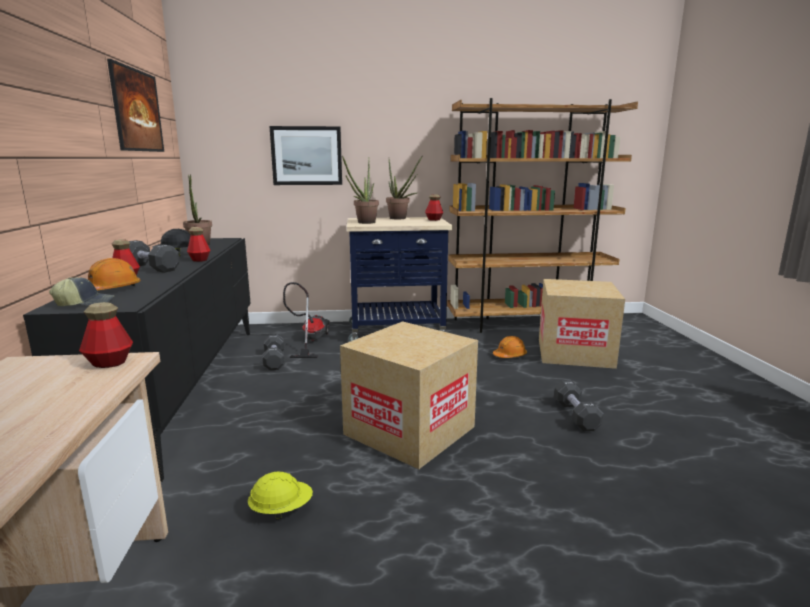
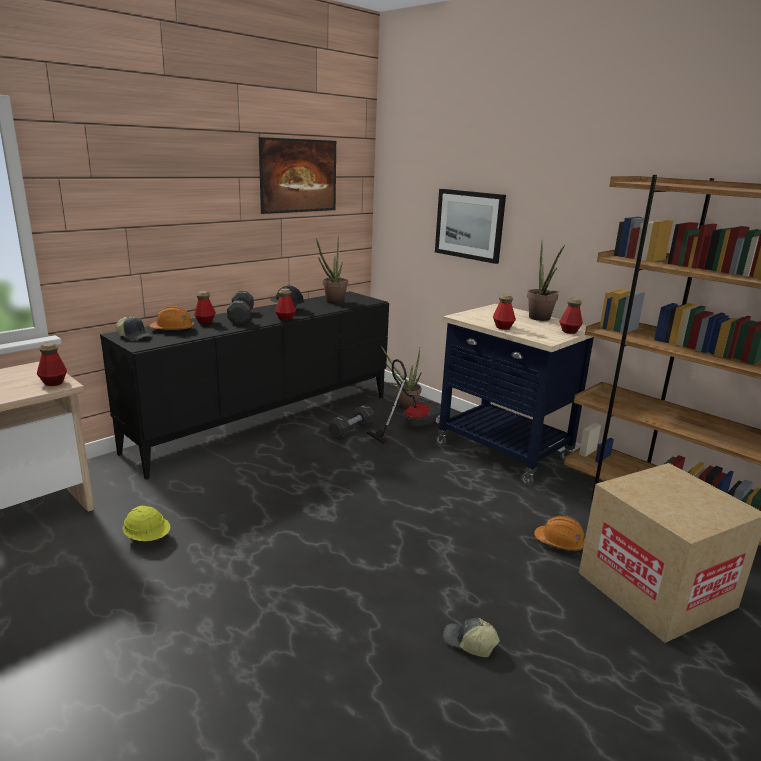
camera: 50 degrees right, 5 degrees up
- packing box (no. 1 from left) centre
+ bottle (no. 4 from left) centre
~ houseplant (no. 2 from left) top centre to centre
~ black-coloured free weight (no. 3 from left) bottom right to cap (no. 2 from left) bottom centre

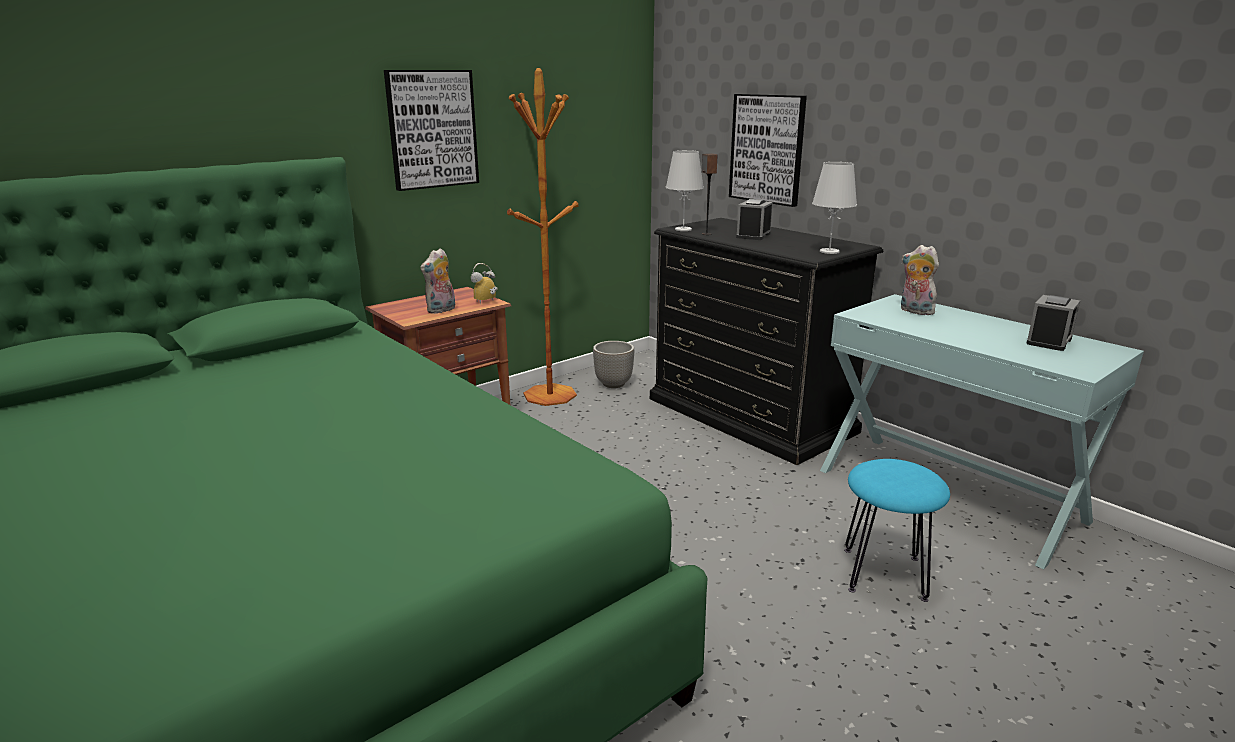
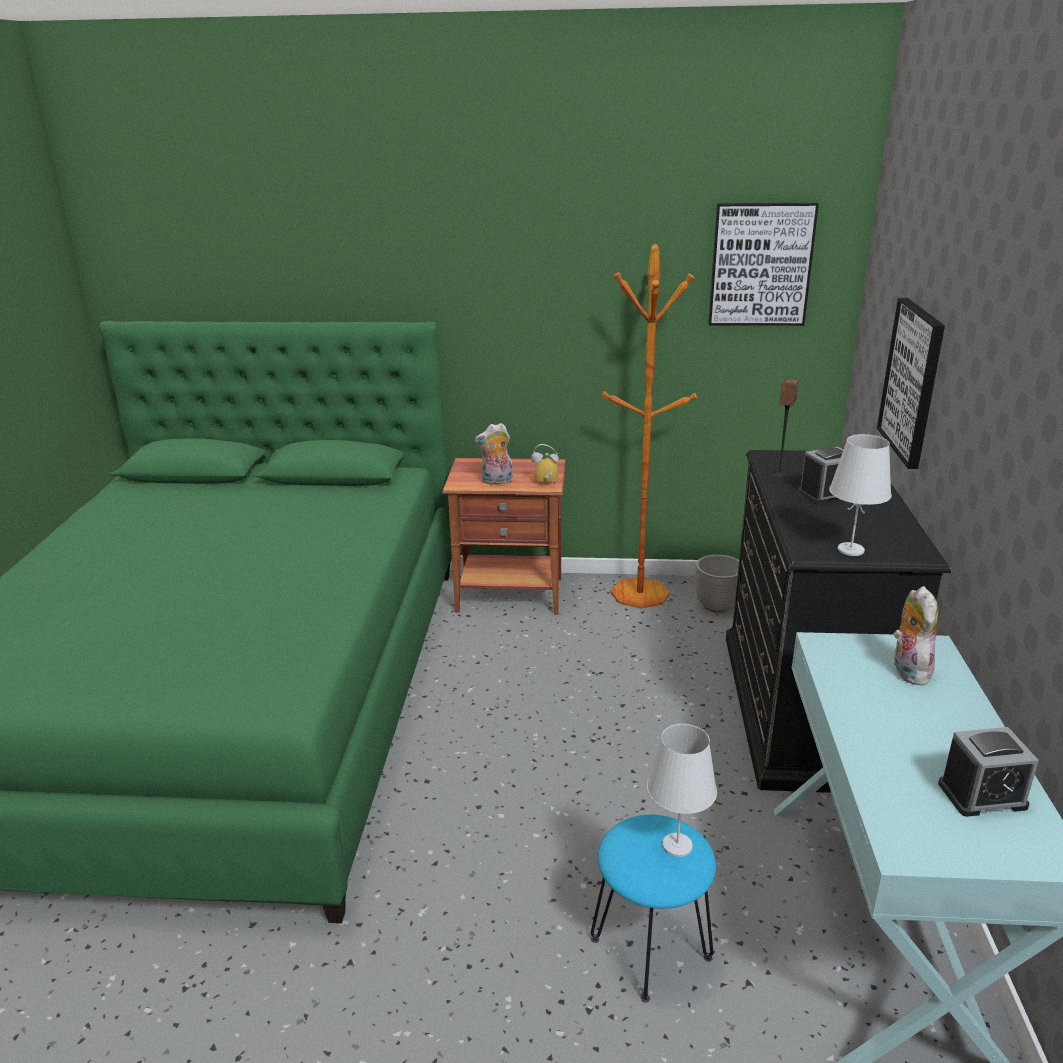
camera: 45 degrees right, 5 degrees up
~ wall picture (no. 1 from left) top centre to top right
~ white tabletop lamp (no. 1 from left) top centre to bottom centre

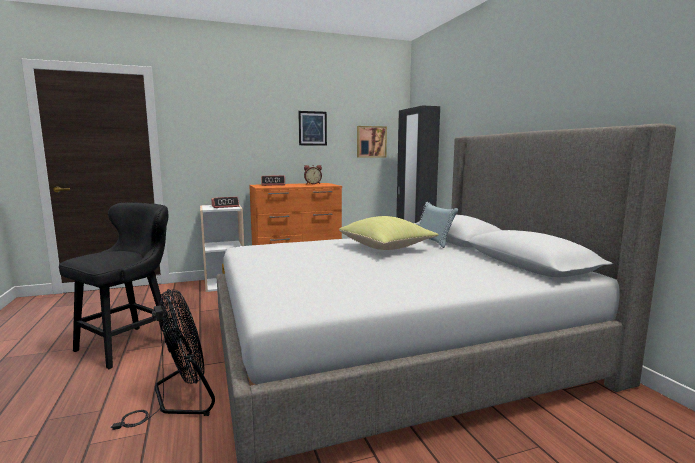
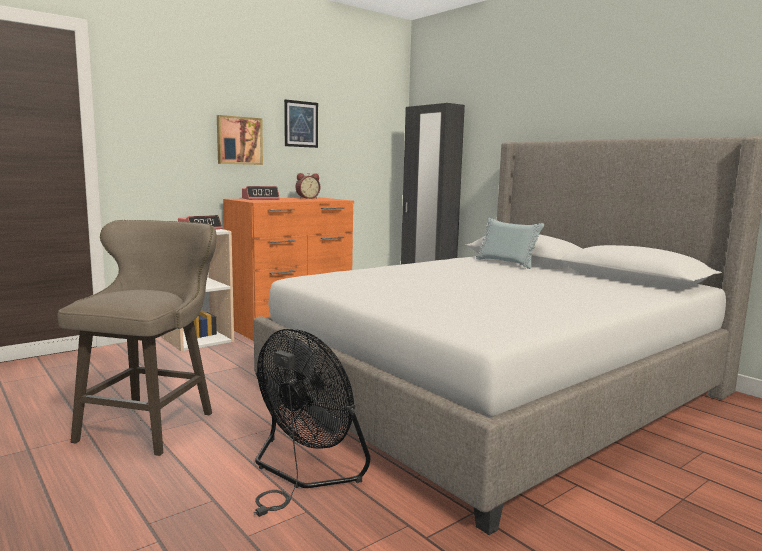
camera: 20 degrees left, 0 degrees up
- yellow-coloured throw pillow centre
~ wall picture (no. 2 from left in the first image) top centre to wall picture (no. 1 from left) top left
~ black-coloured sitting stool middle left to sand-coloured sitting stool middle left

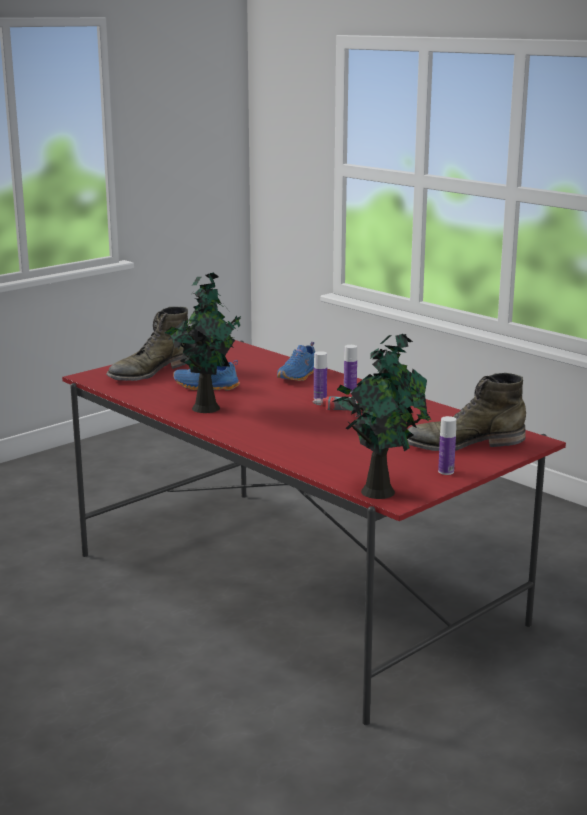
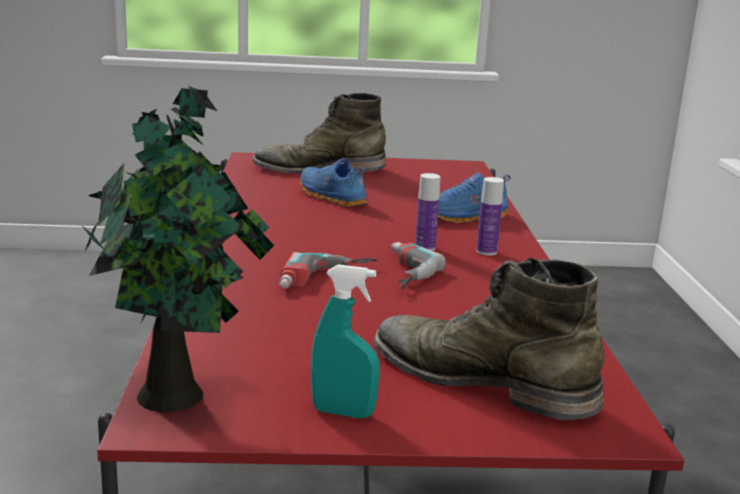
camera: 40 degrees right, 0 degrees up
- houseplant (no. 1 from left) centre
+ drill (no. 1 from left) centre
~ bottle (no. 3 from left) middle right to turquoise spray bottle bottom centre

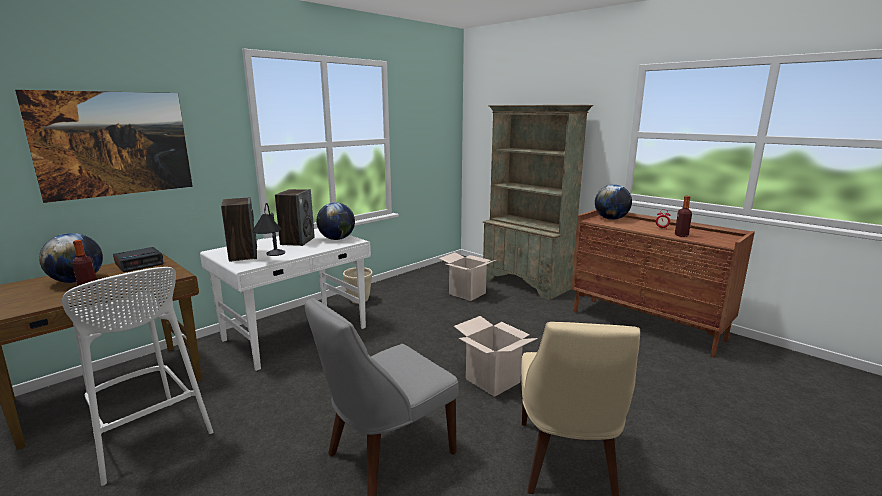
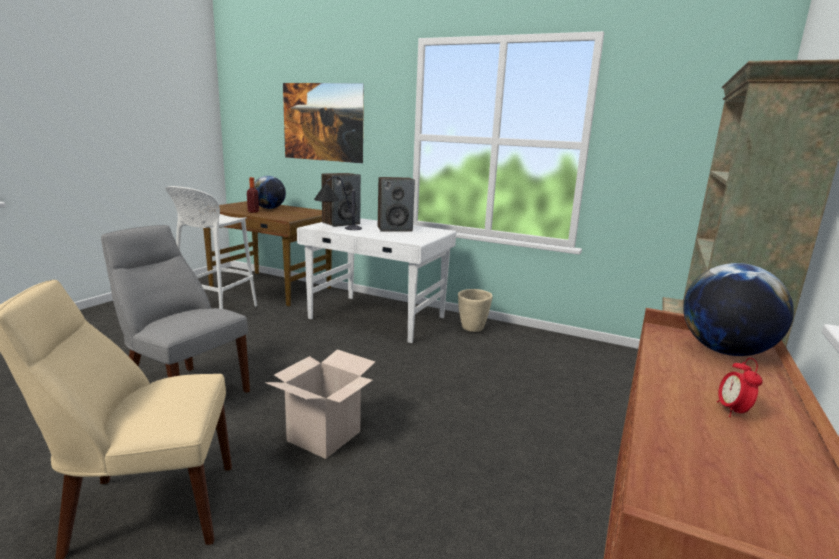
camera: 70 degrees right, 0 degrees up
- bedside clock (no. 1 from left) middle left
- globe (no. 2 from left) centre
- packing box (no. 1 from left) centre
- bottle (no. 2 from left) middle right

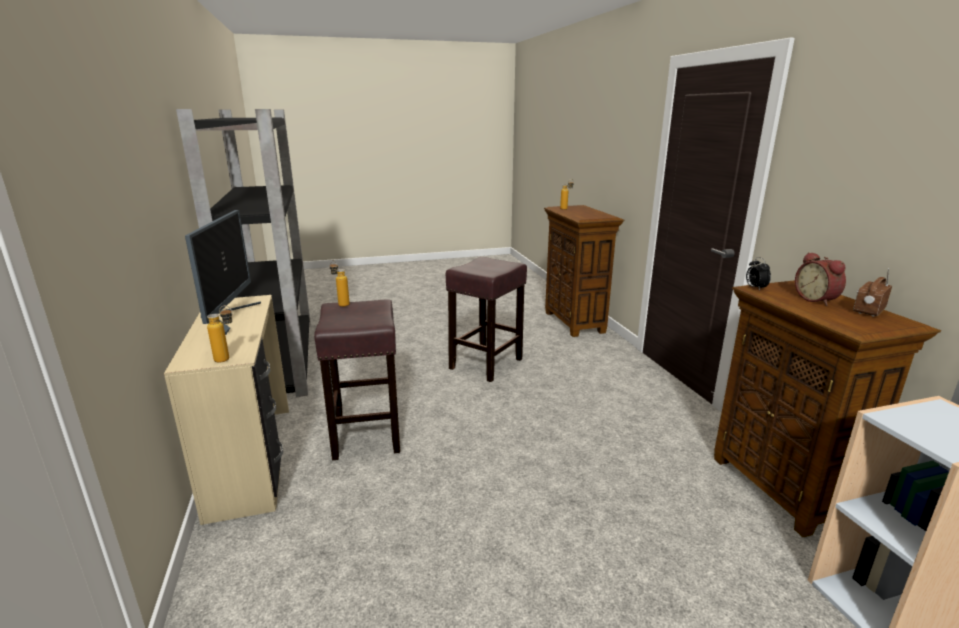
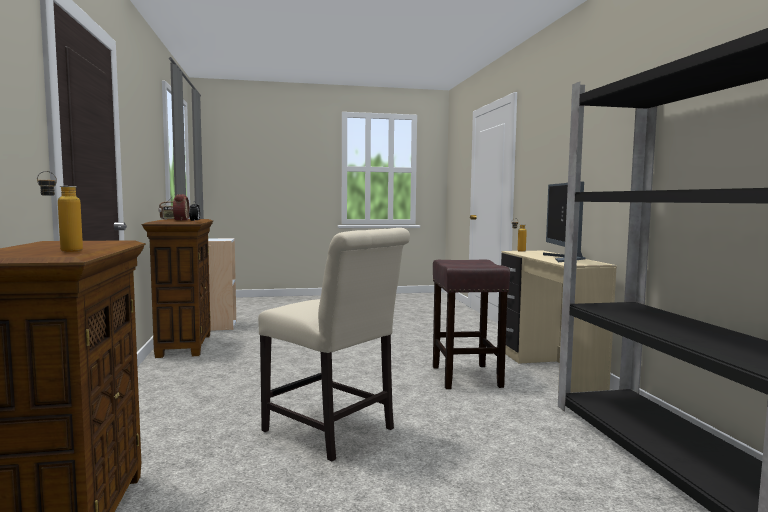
camera: 175 degrees left, 15 degrees down
- bottle (no. 2 from left) centre
~ brownish sitting stool (no. 2 from left) centre to sand-coloured chair bottom centre

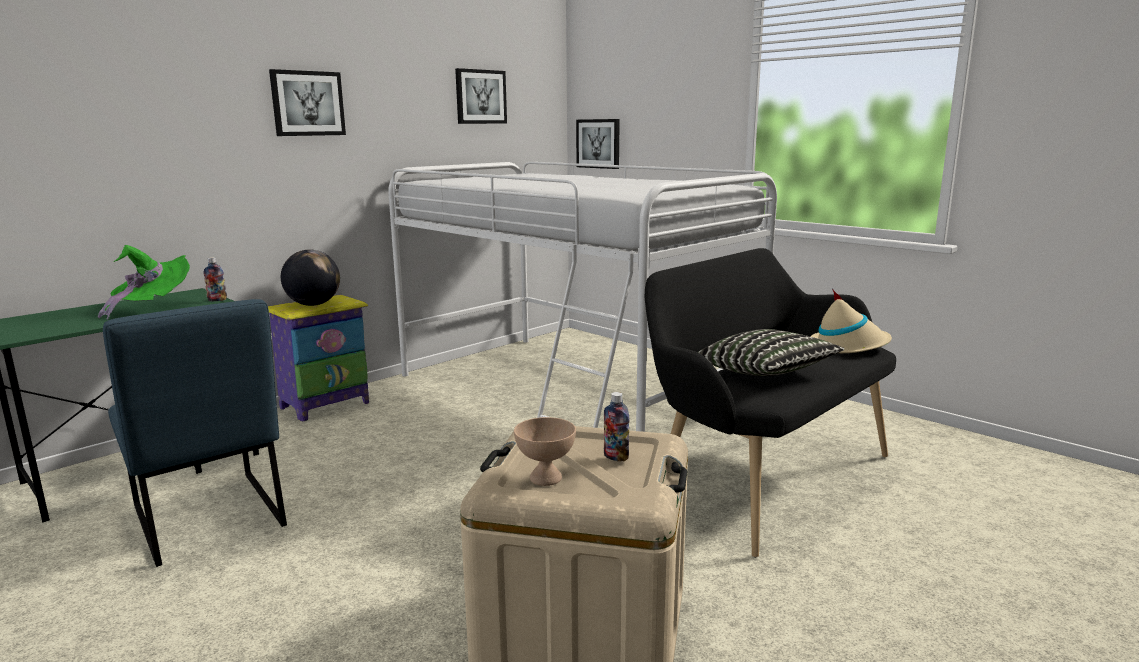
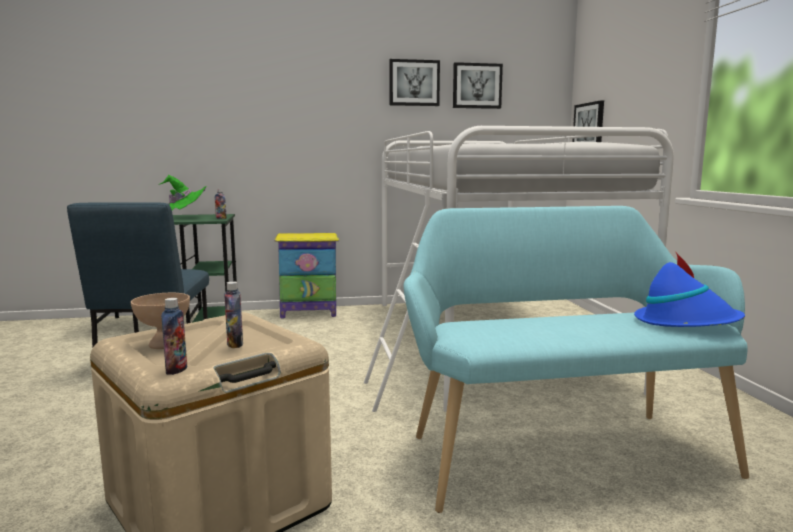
camera: 35 degrees right, 5 degrees down
- globe middle left
- throw pillow middle right
+ bottle (no. 1 from left) middle left
~ wall picture (no. 1 from left) top left to top centre
~ black-coloured indoor bench middle right to turquoise indoor bench bottom right
~ sand-coloured clothing hat middle right to bluish clothing hat middle right

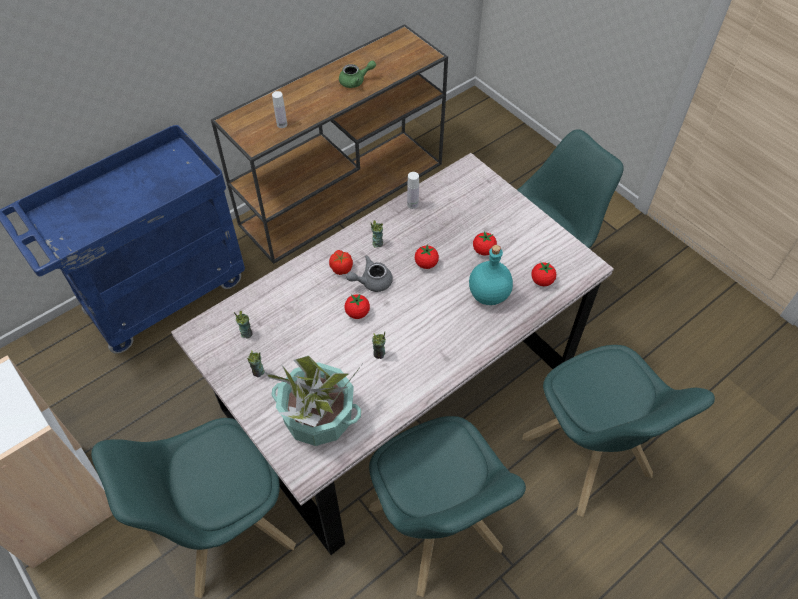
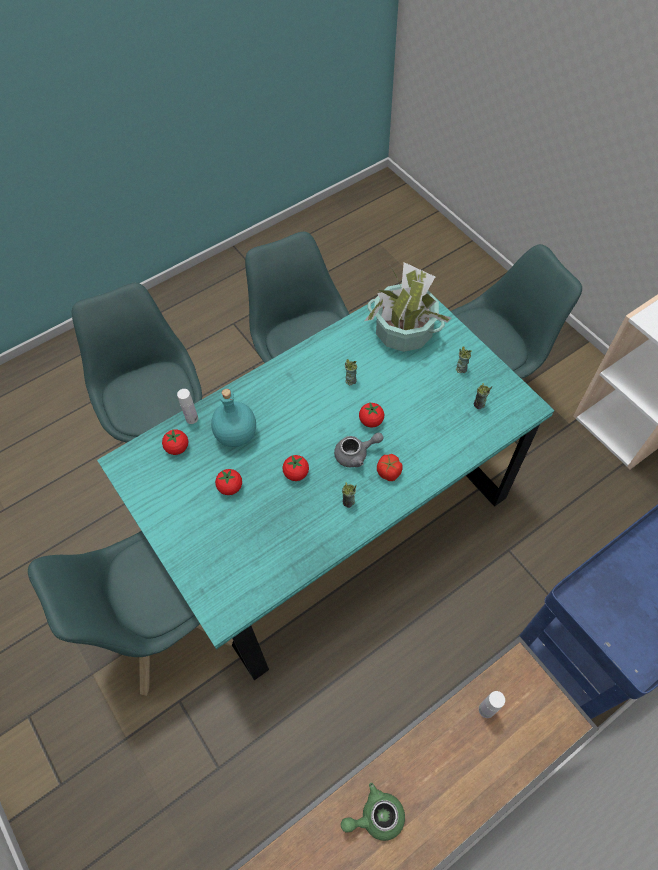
camera: 175 degrees left, 5 degrees up
~ white bottle (no. 2 from left in the first image) top centre to white bottle (no. 1 from left) middle left
~ greyish kitchen table centre to turquoise kitchen table centre

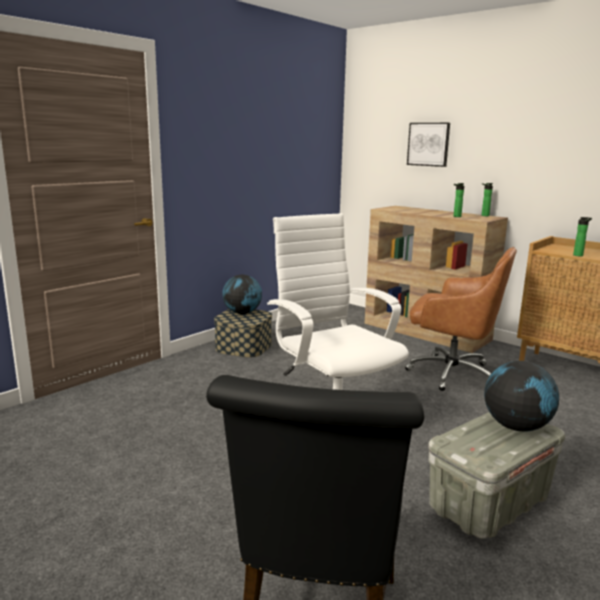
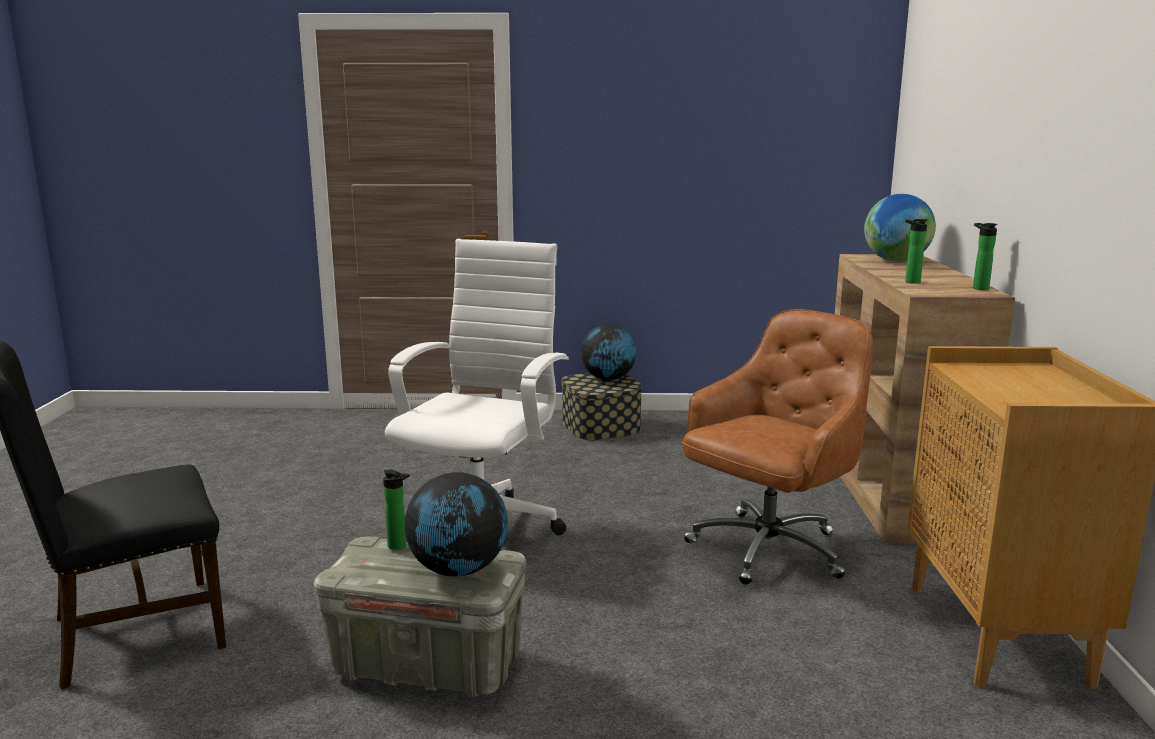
camera: 50 degrees right, 0 degrees up
- wall picture top right
+ globe (no. 3 from left) top right
~ bottle (no. 3 from left in the first image) middle right to bottle (no. 1 from left) bottom centre
~ brownish office chair middle right = middle right 120 degrees counterclockwise

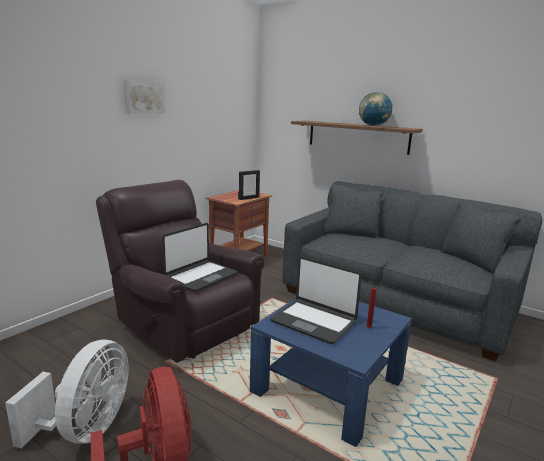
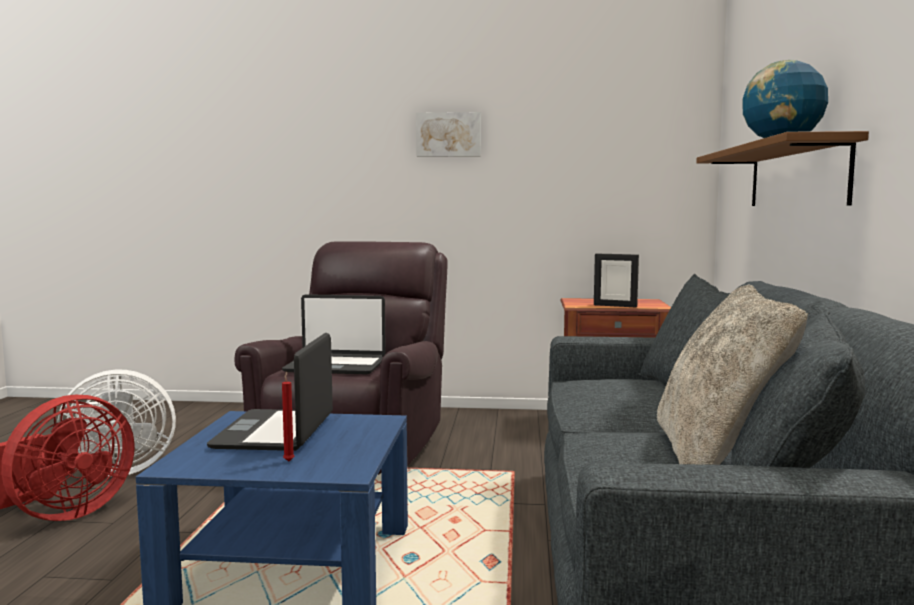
camera: 60 degrees right, 10 degrees down
+ sand-coloured throw pillow middle right

